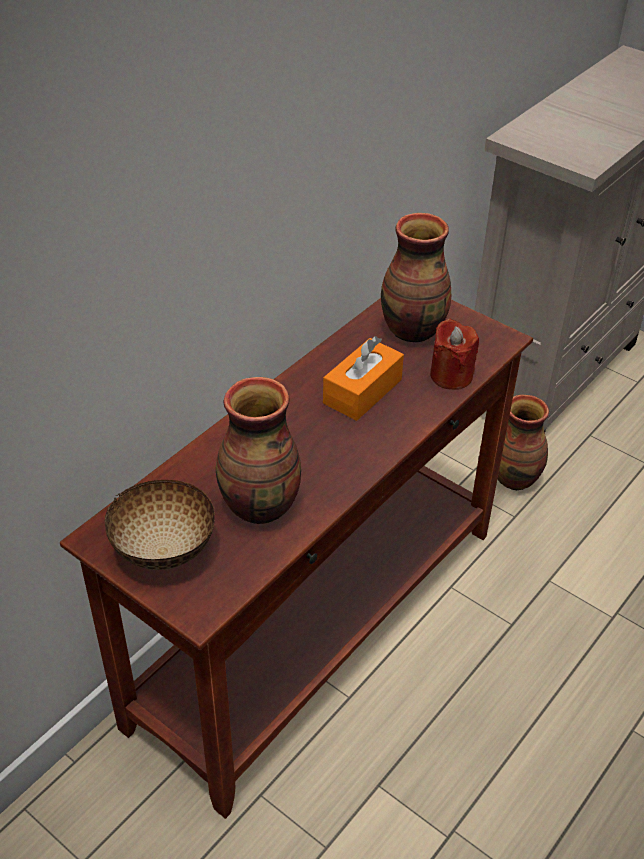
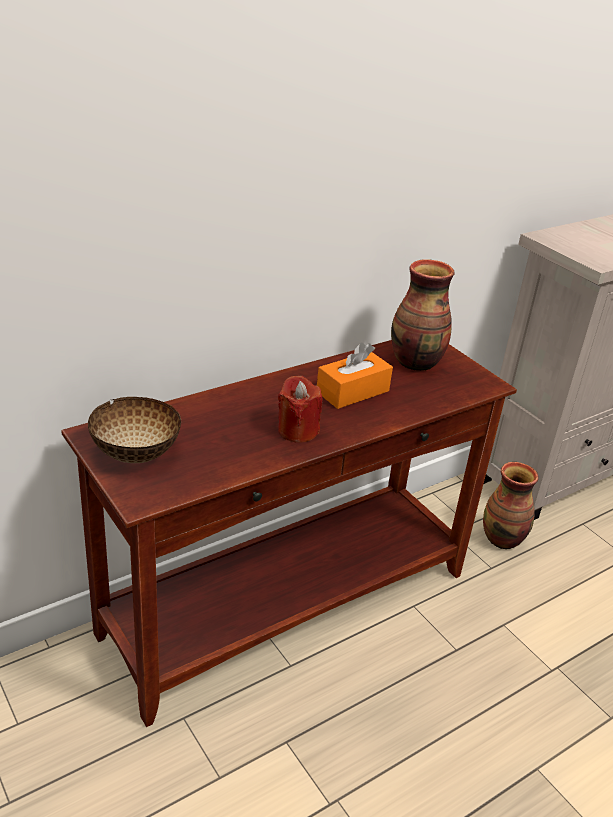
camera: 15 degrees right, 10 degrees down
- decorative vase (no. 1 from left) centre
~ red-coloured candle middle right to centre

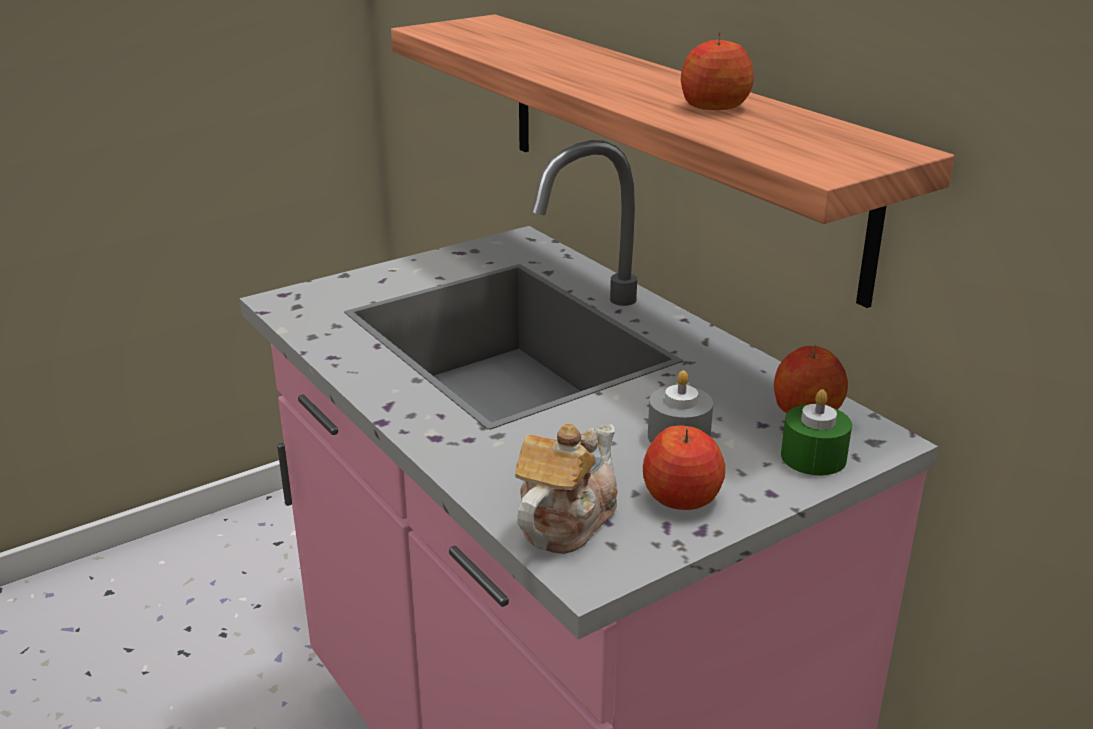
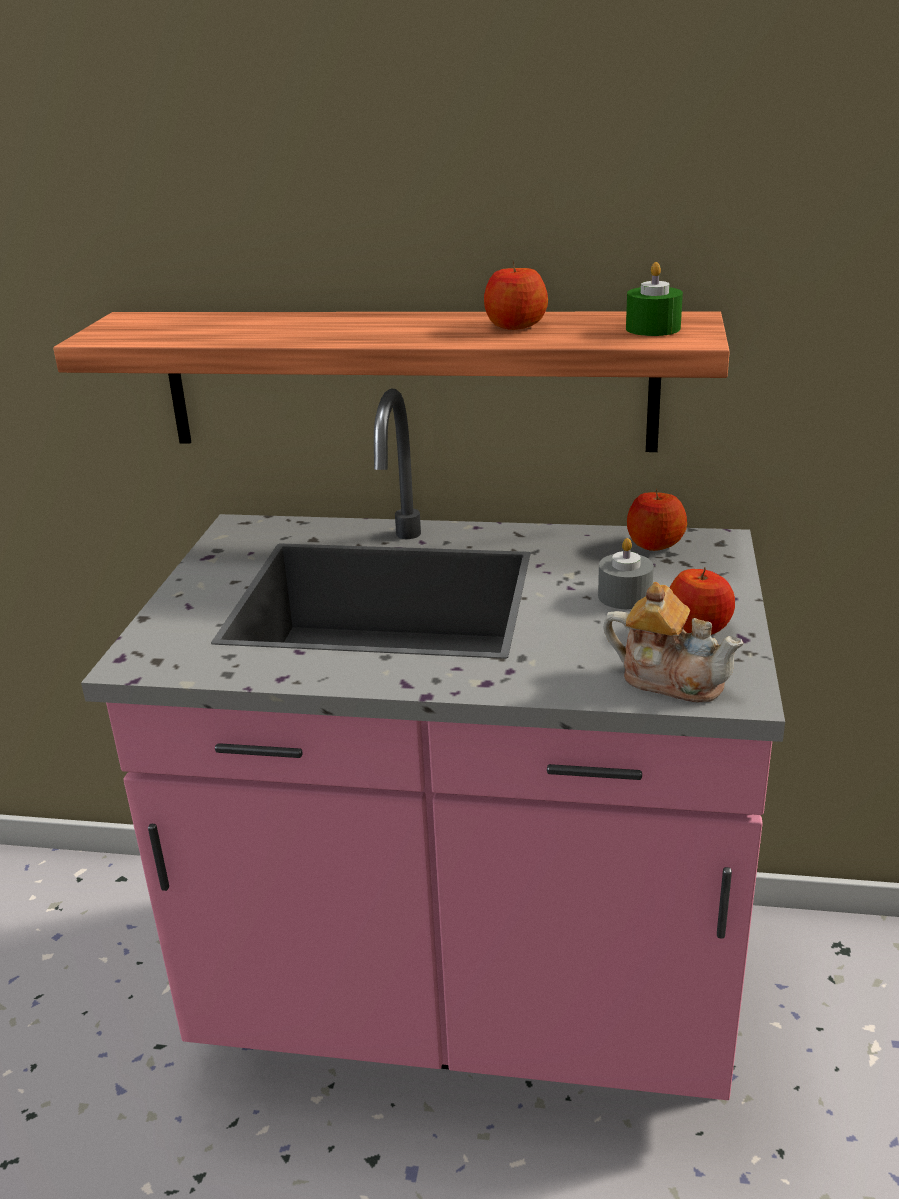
camera: 45 degrees left, 0 degrees up
~ green candle middle right to top right
~ pot for tea bottom centre = middle right 135 degrees clockwise

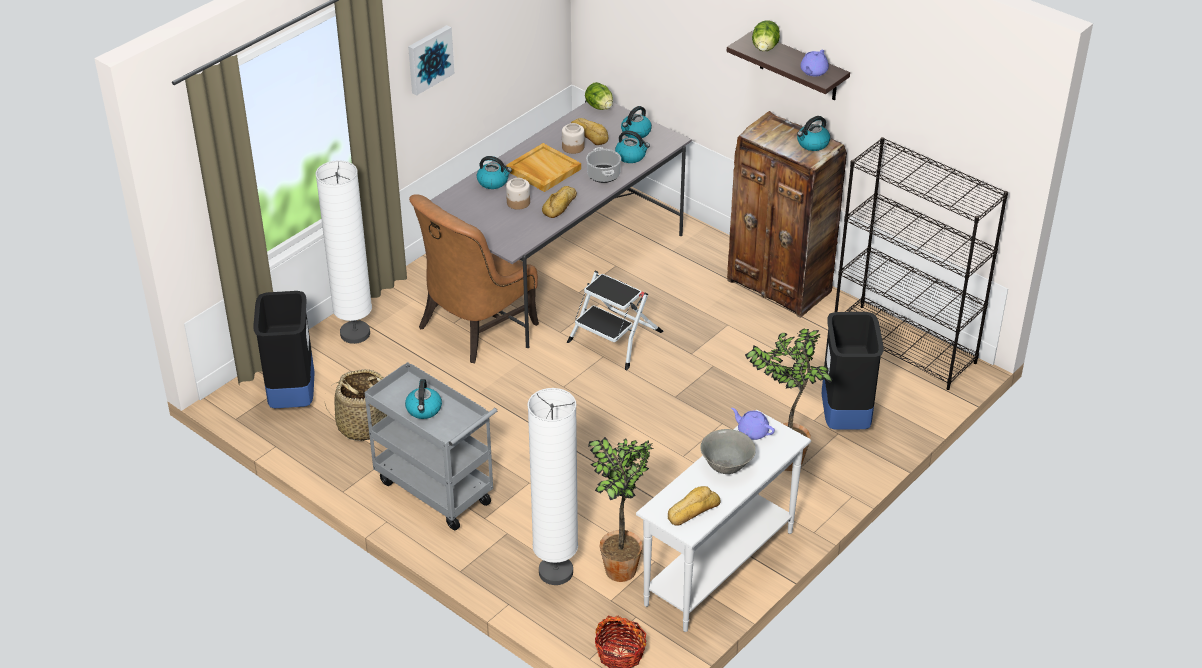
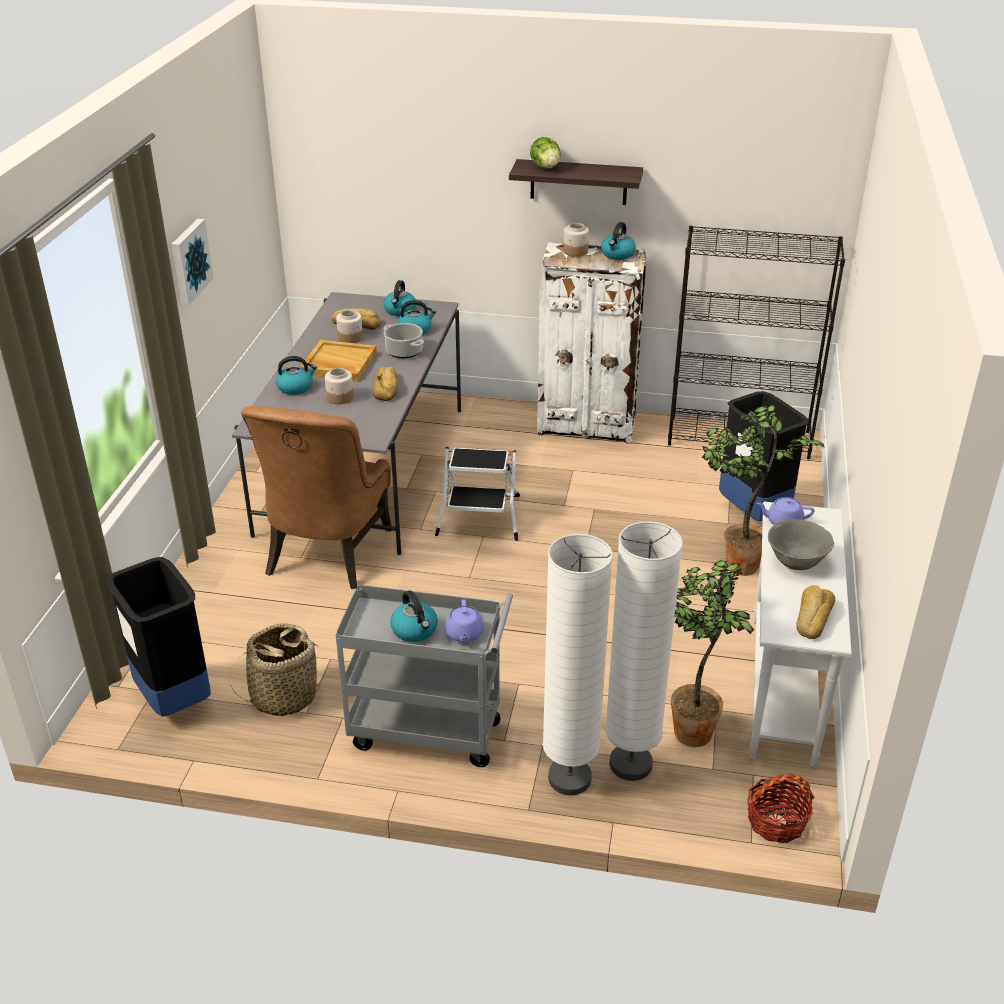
camera: 30 degrees left, 5 degrees down
- lettuce head (no. 1 from left) top centre
+ preserve jar (no. 3 from left) top centre
~ white standing lamp (no. 1 from left) middle left to centre
~ purplish pot for tea (no. 2 from left in the first image) top right to purplish pot for tea (no. 1 from left) centre
~ brownish cabinet top centre to white cabinet centre

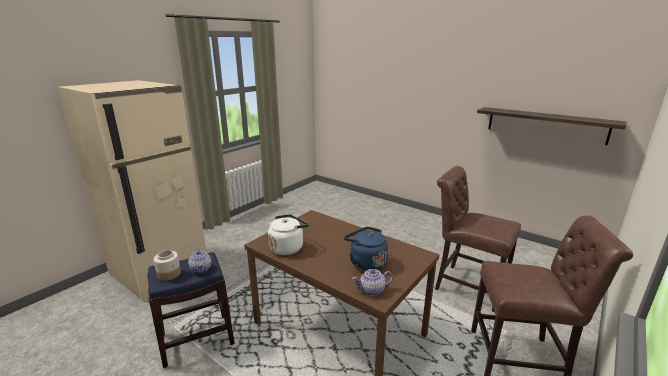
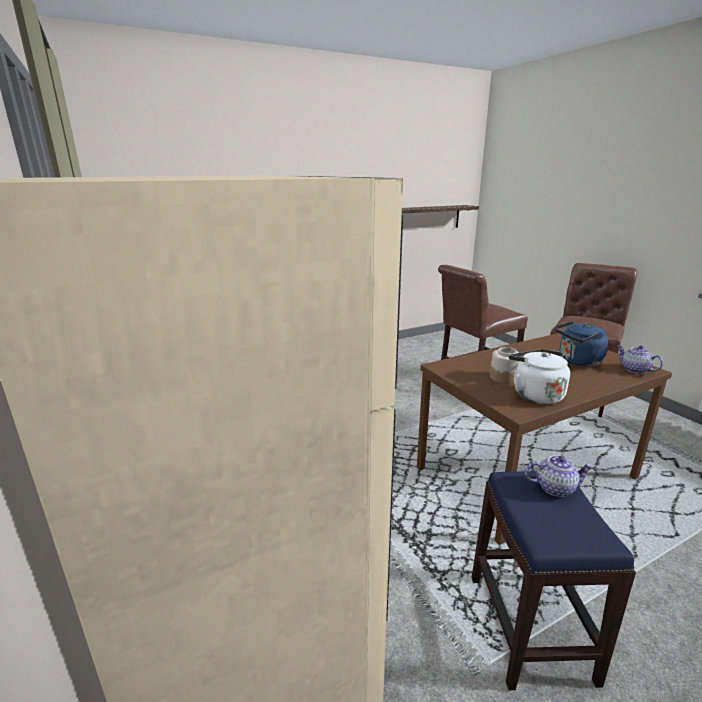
camera: 65 degrees left, 0 degrees up
~ preserve jar bottom left to middle right
~ pot for tea (no. 2 from left) bottom centre = middle right 135 degrees clockwise

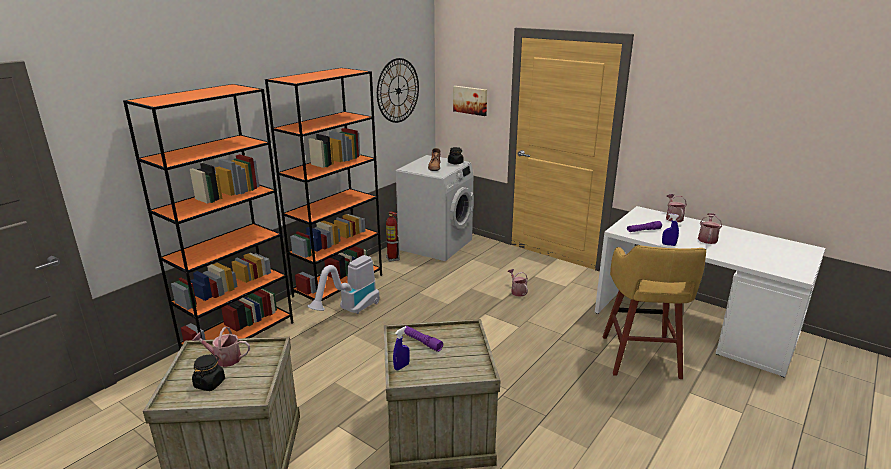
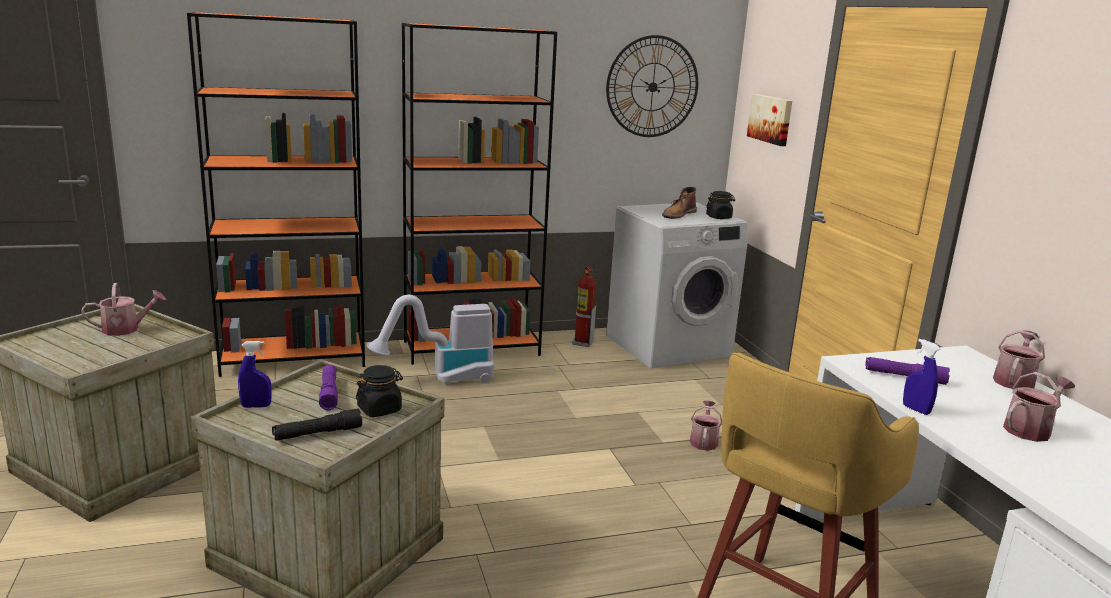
camera: 35 degrees right, 5 degrees down
+ black-coloured torch bottom left
~ black-coloured preserve jar (no. 1 from left) bottom left to centre
~ sprinkling can (no. 1 from left) bottom left = middle left 120 degrees clockwise

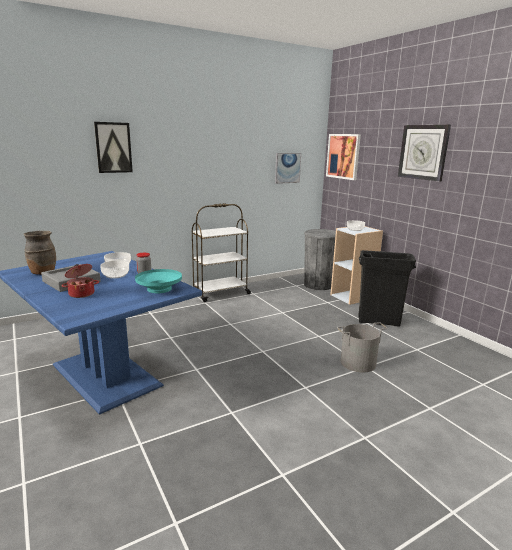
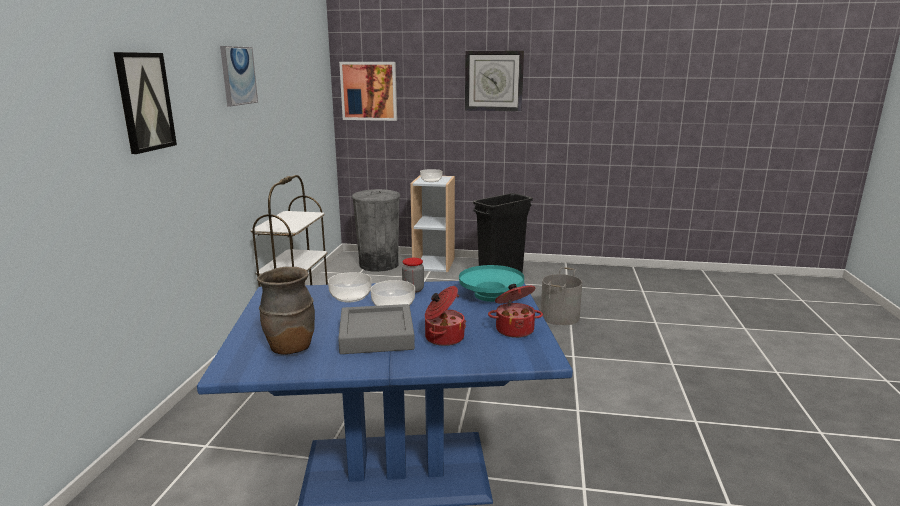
camera: 50 degrees left, 0 degrees up
+ saucepot (no. 2 from left) centre
~ wall picture (no. 2 from left) top centre to top left

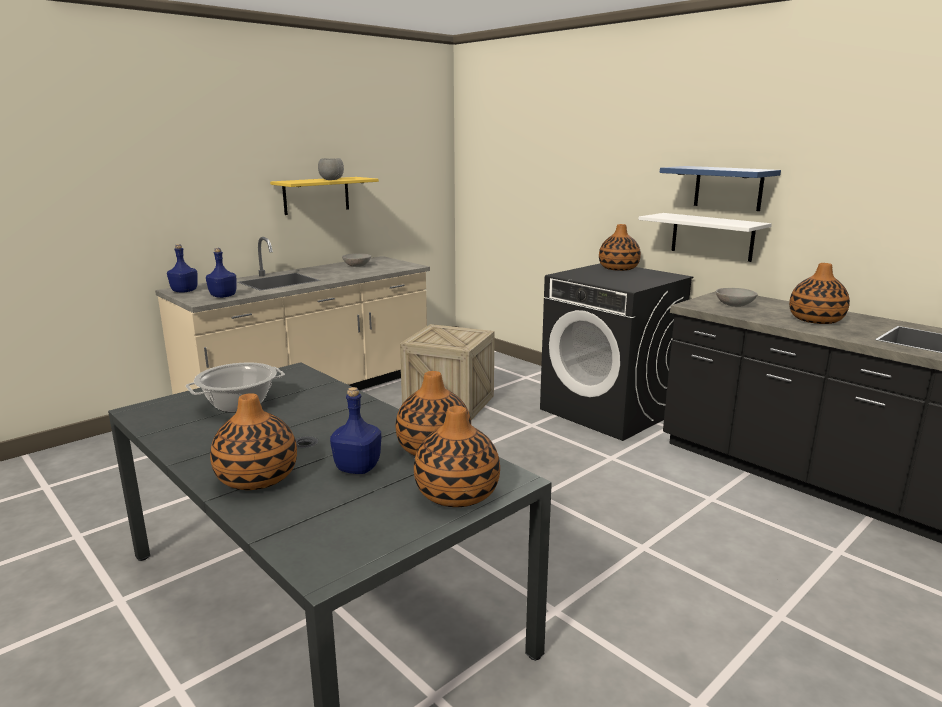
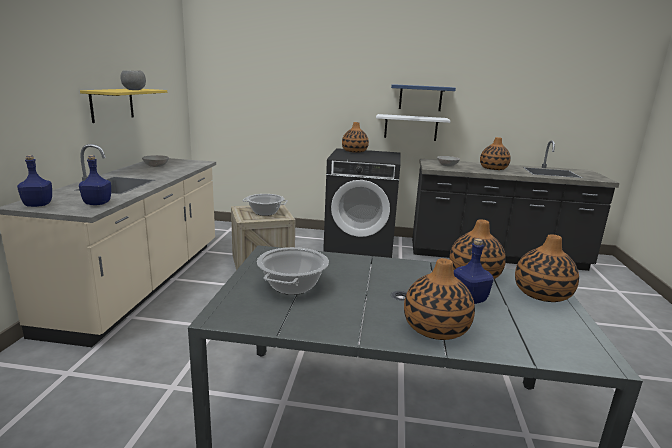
camera: 40 degrees left, 0 degrees up
+ saucepot (no. 1 from left) centre

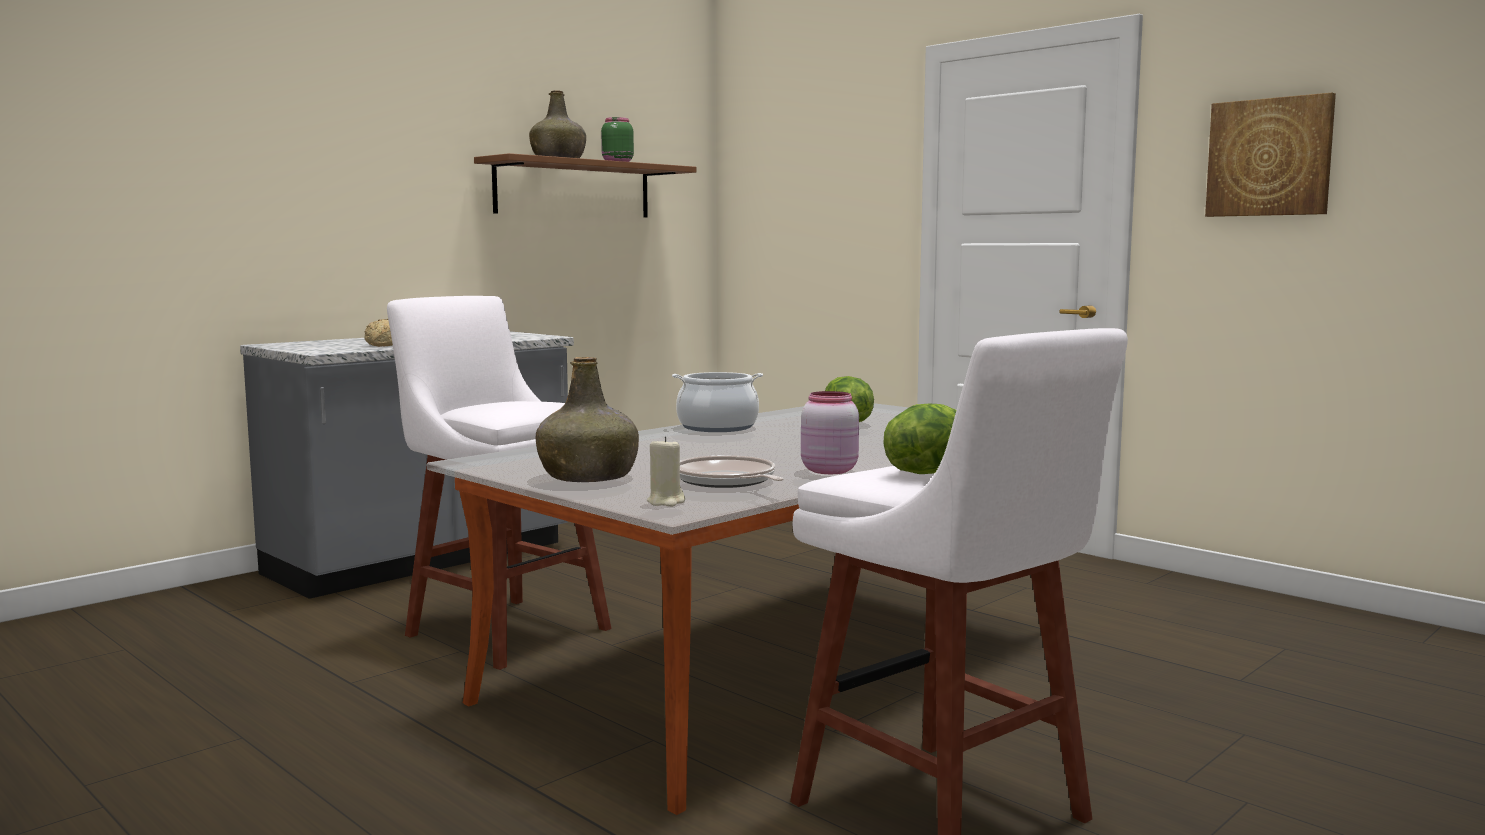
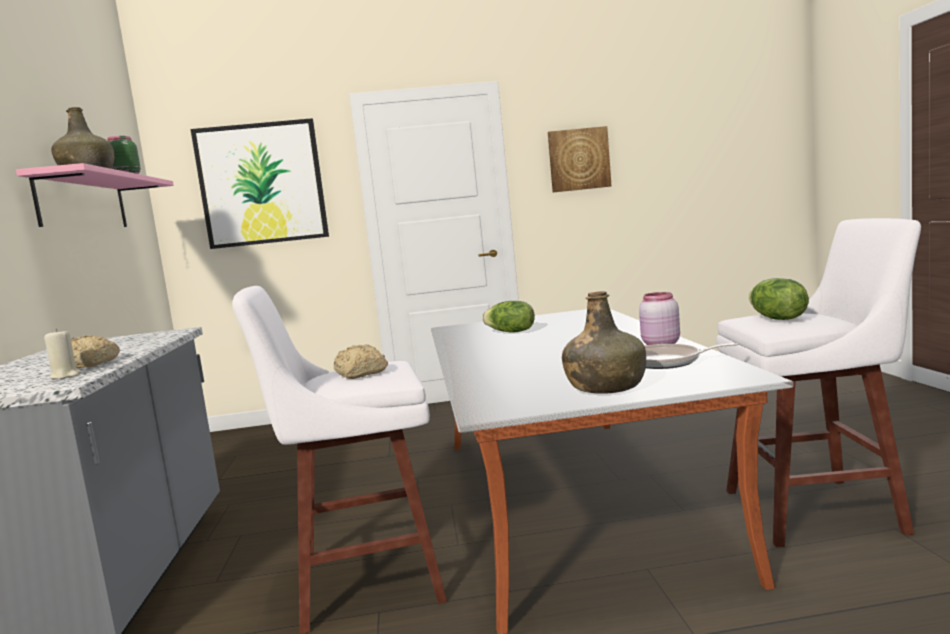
camera: 50 degrees left, 0 degrees up
- saucepot centre
+ wall picture (no. 1 from left) top left
+ bread (no. 2 from left) centre
~ sand-coloured candle centre to middle left
~ brownish bracket shelf top centre to pink bracket shelf top left

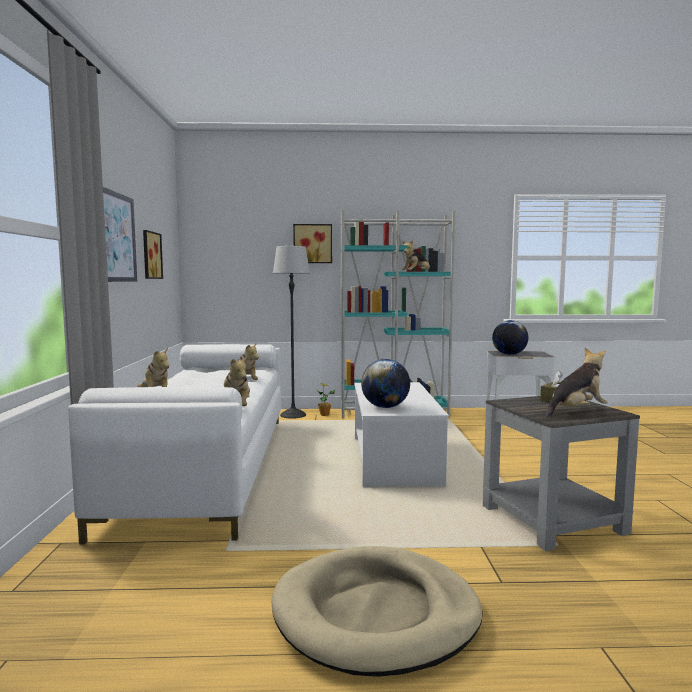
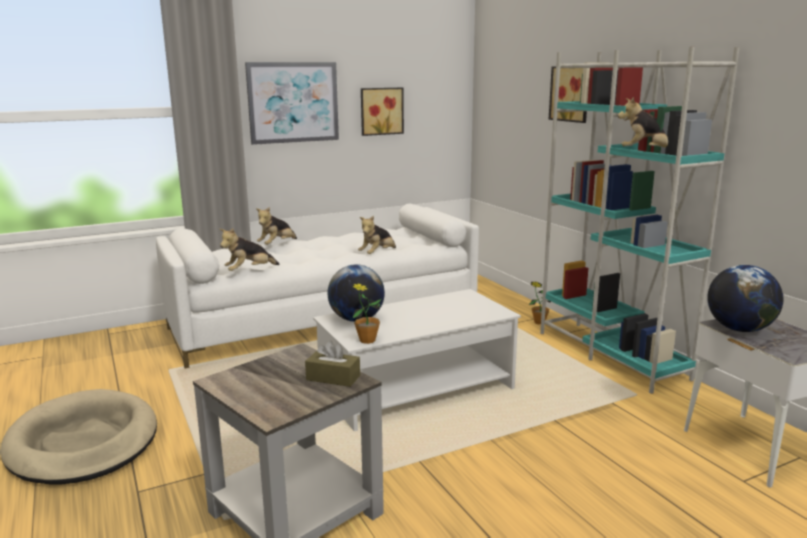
camera: 65 degrees right, 10 degrees up
- standing lamp centre
- plush toy (no. 5 from left) middle right
+ houseplant (no. 1 from left) centre

